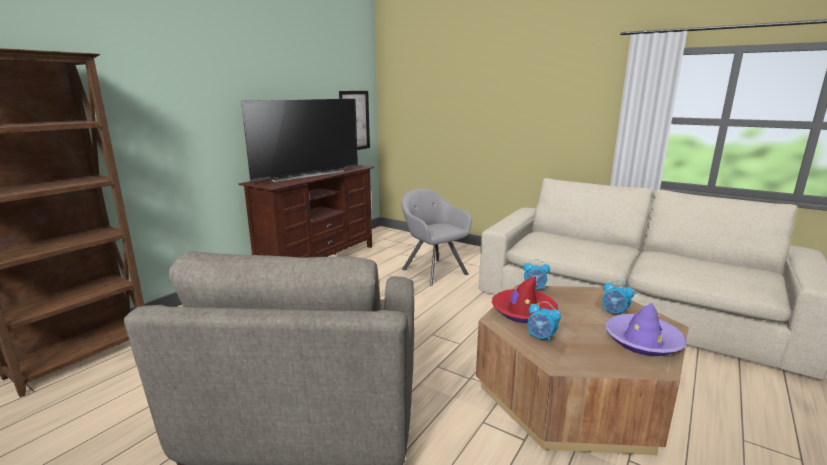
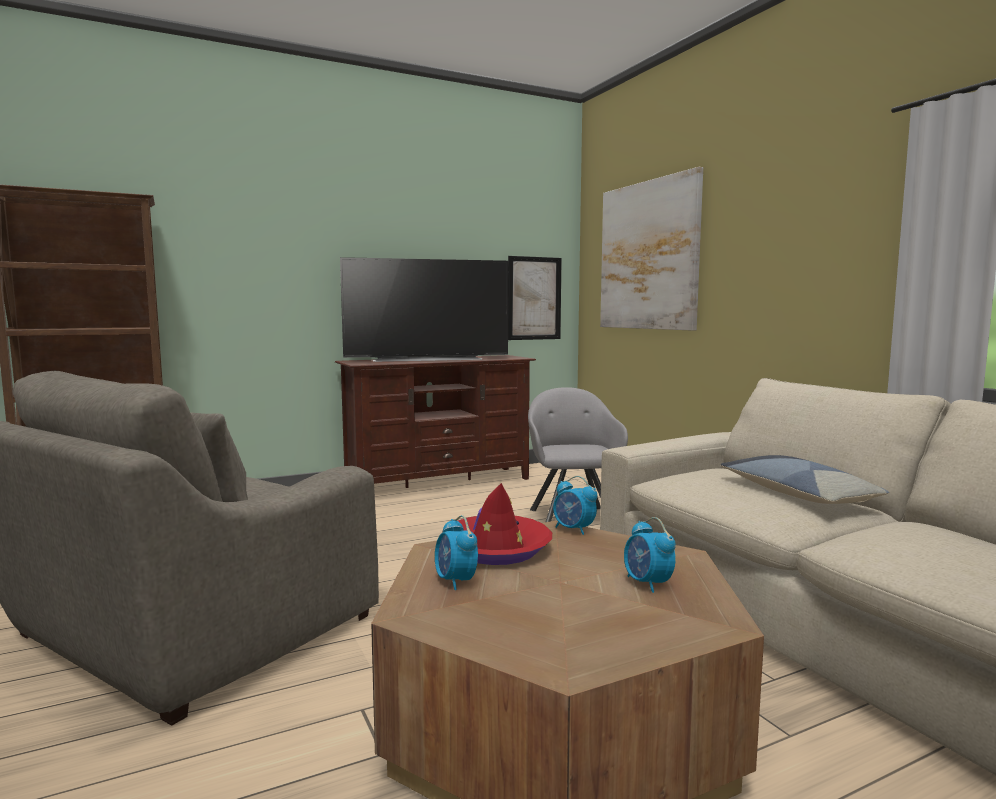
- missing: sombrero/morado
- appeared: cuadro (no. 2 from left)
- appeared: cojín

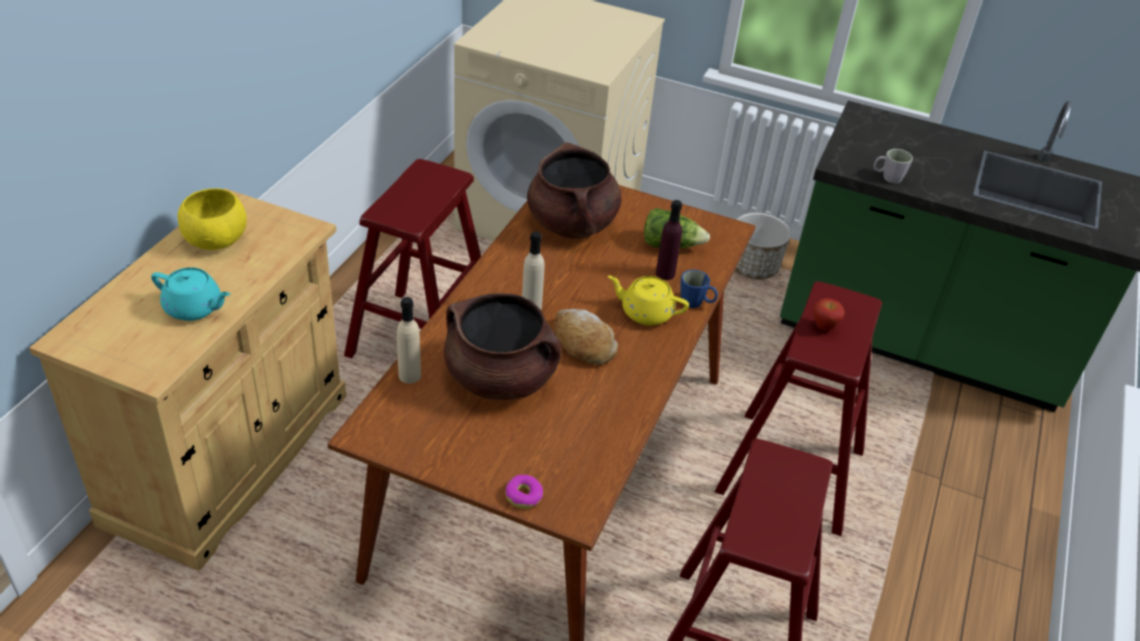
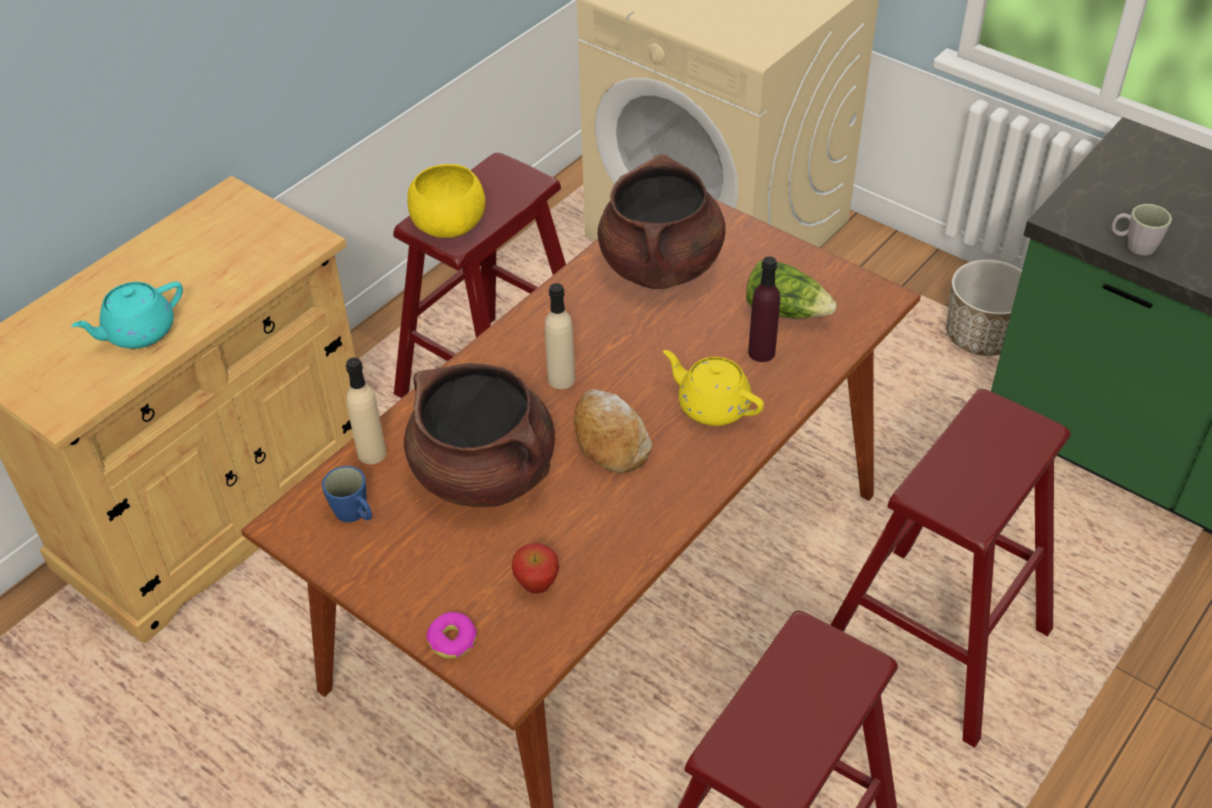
- spun: tetera/turquesa 105 degrees clockwise
- relocated: cuenco/amarillo
- relocated: taza grande/azul
- relocated: manzana

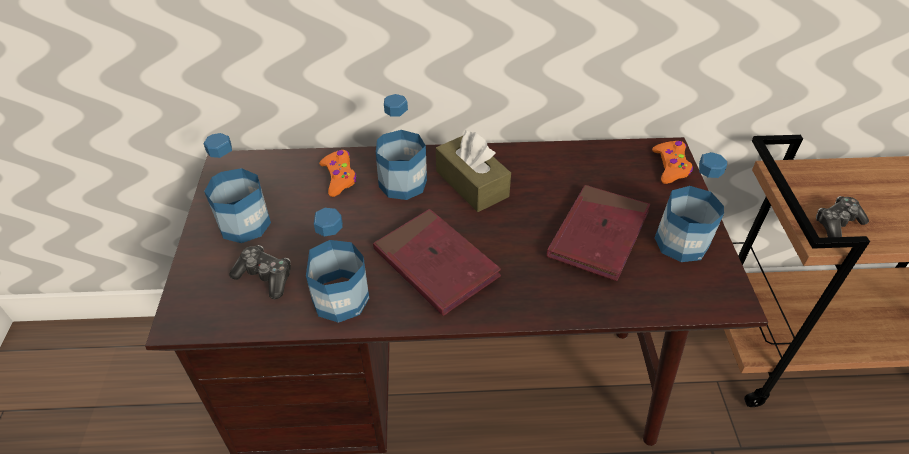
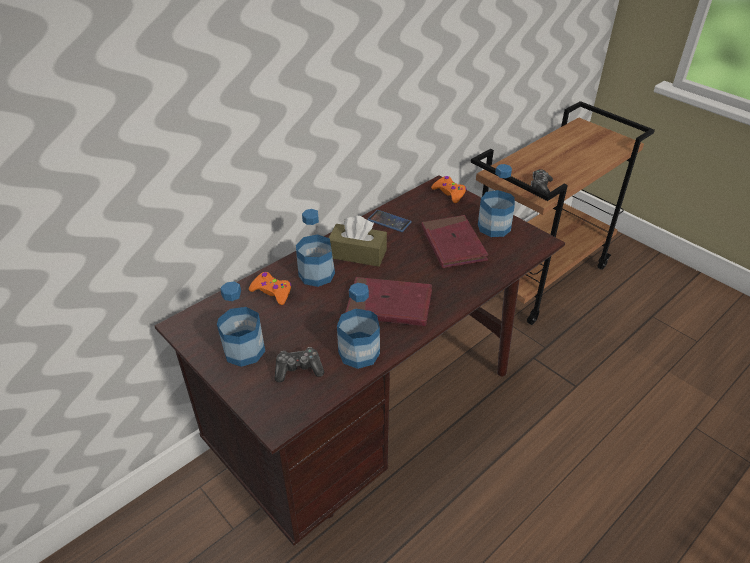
- appeared: móvil

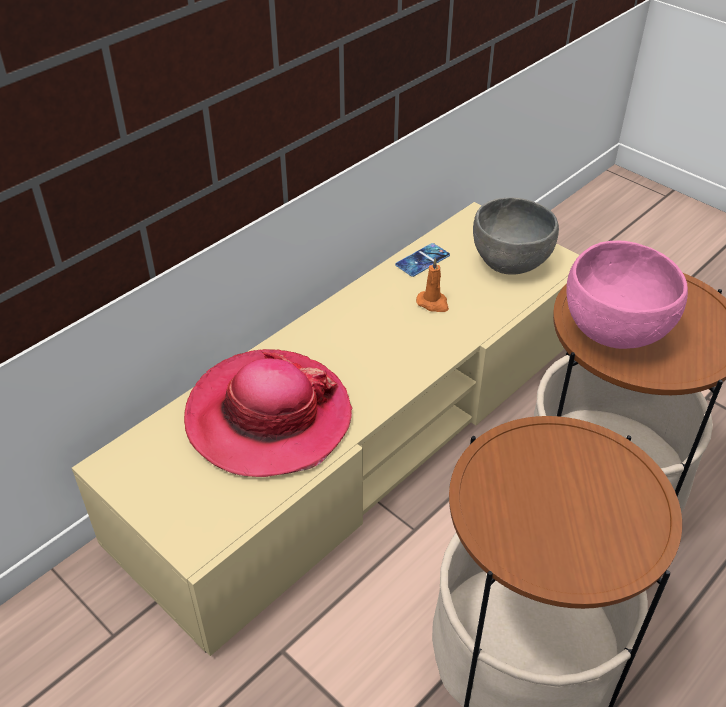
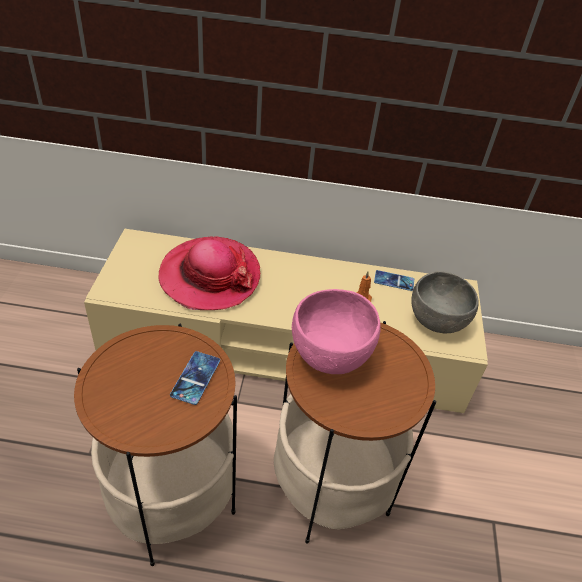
- appeared: móvil (no. 1 from left)

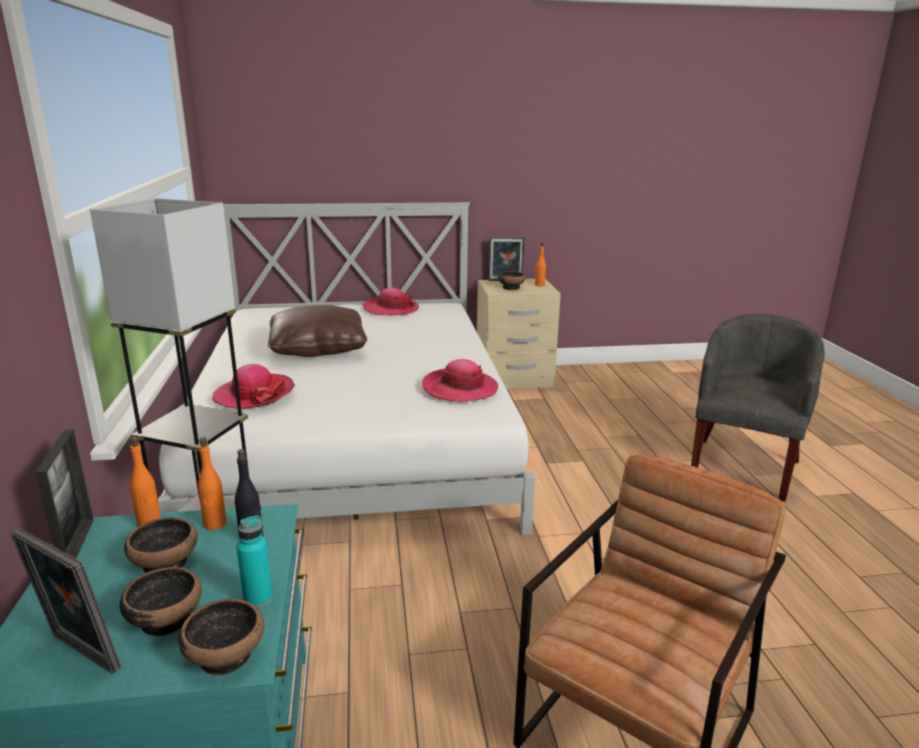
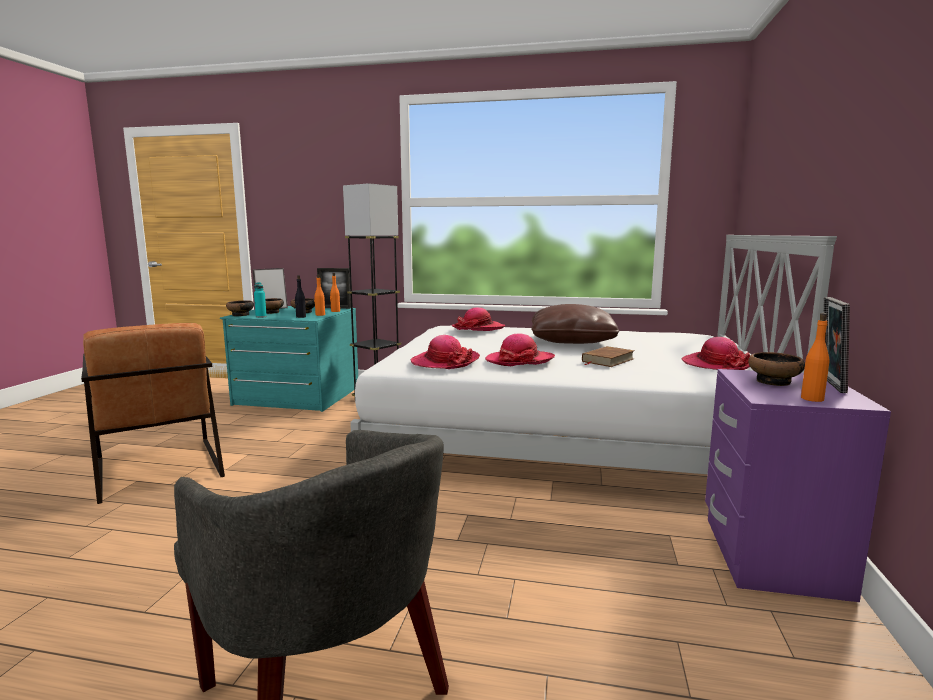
- colour: mesita de noche/beis to mesita de noche/morado
- appeared: sombrero (no. 3 from left)
- appeared: libro/marrón

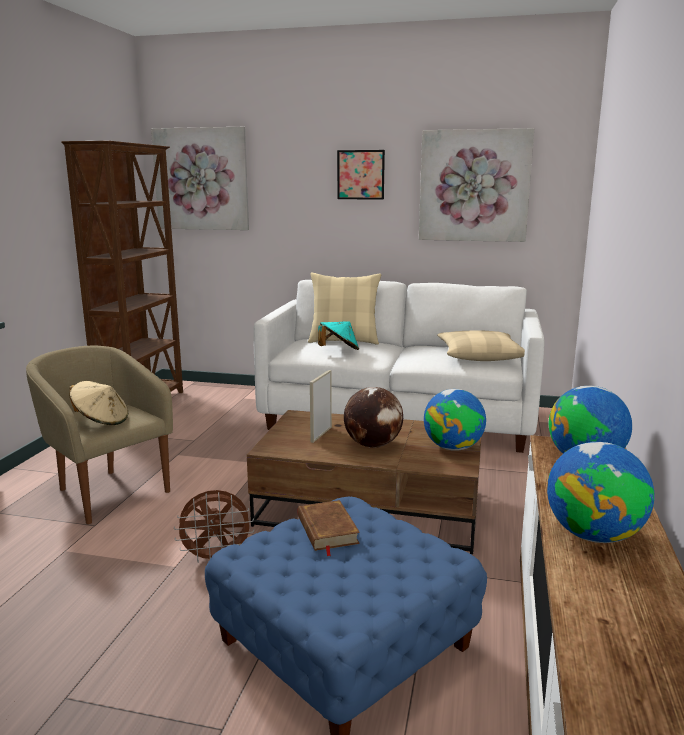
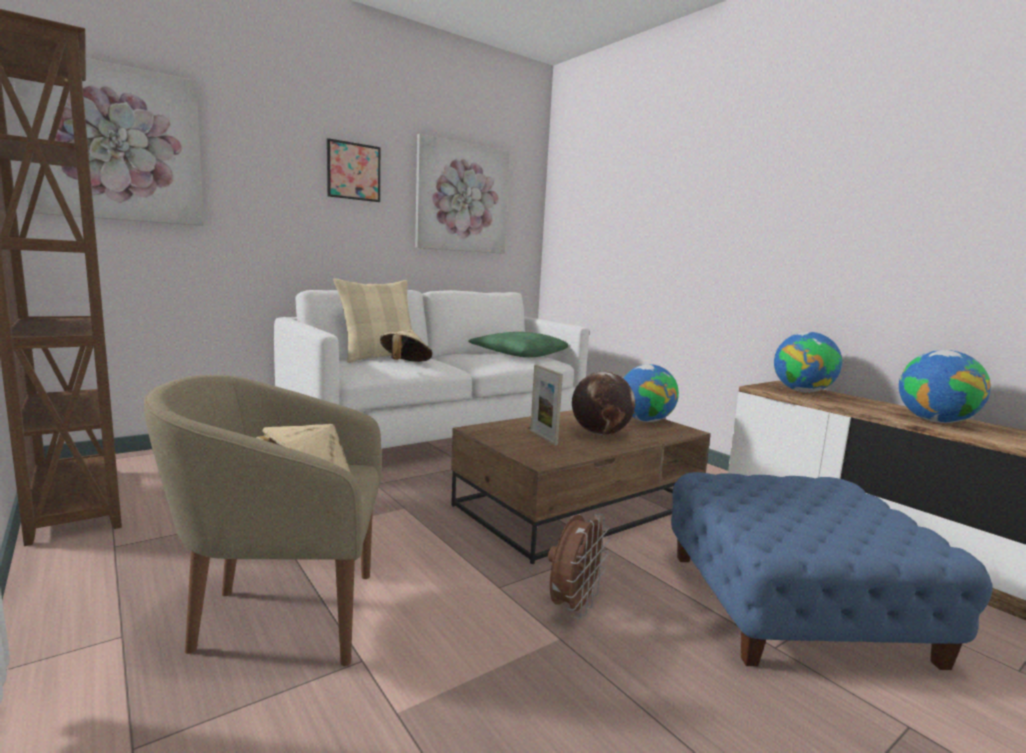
- missing: libro/marrón
- colour: sombrero/turquesa to sombrero/beis (no. 2 from left)
- colour: cojín/beis (no. 2 from left) to cojín/verde

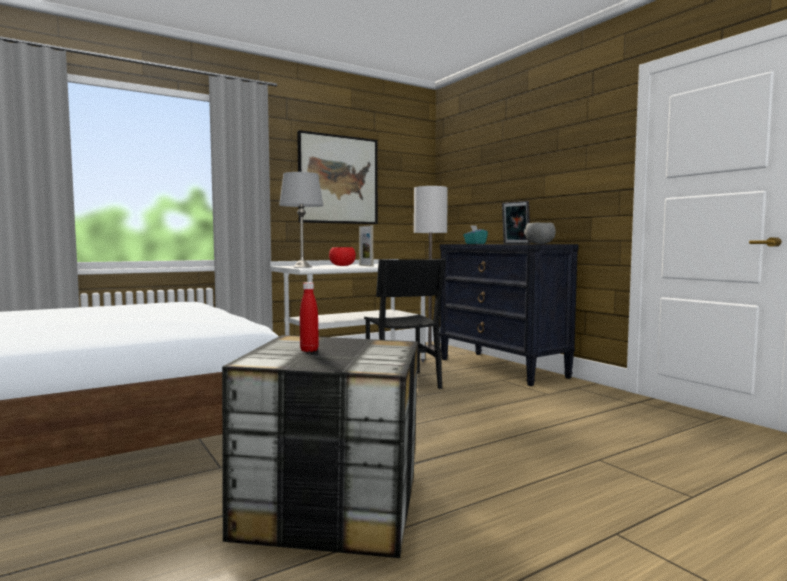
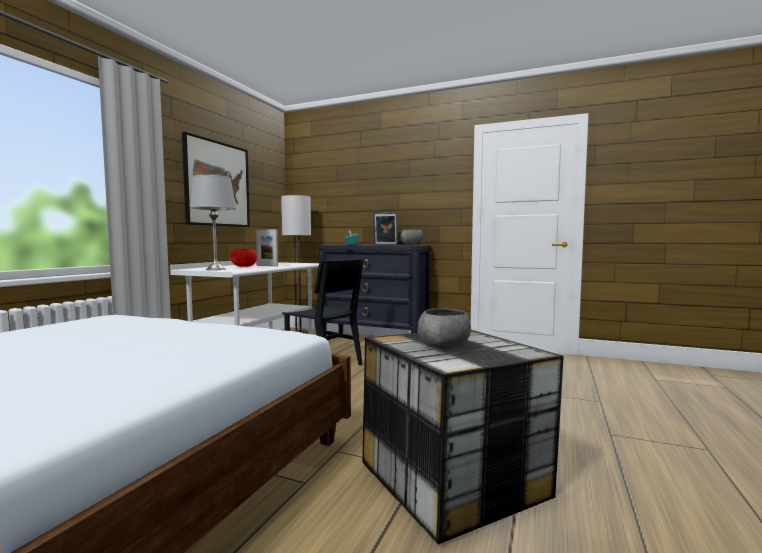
- exchanged: botella/rojo to cuenco/gris (no. 2 from left)

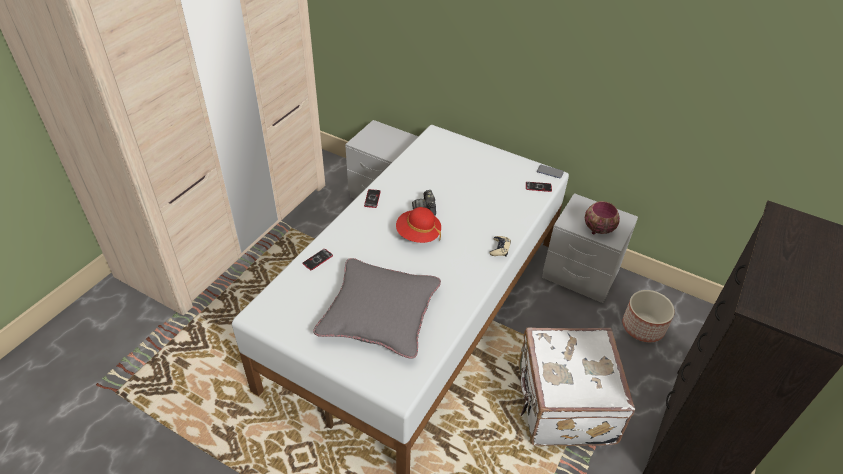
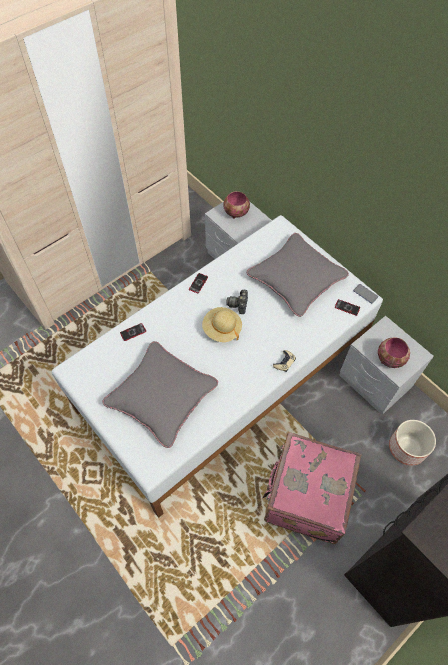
- colour: sombrero/rojo to sombrero/beis
- colour: maleta/blanco to maleta/rosa
- appeared: cuenco (no. 1 from left)
- appeared: cojín/gris (no. 2 from left)

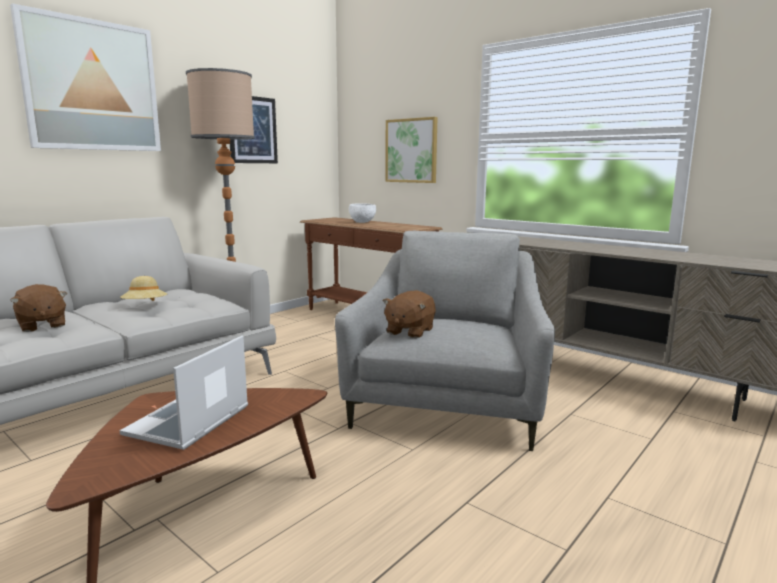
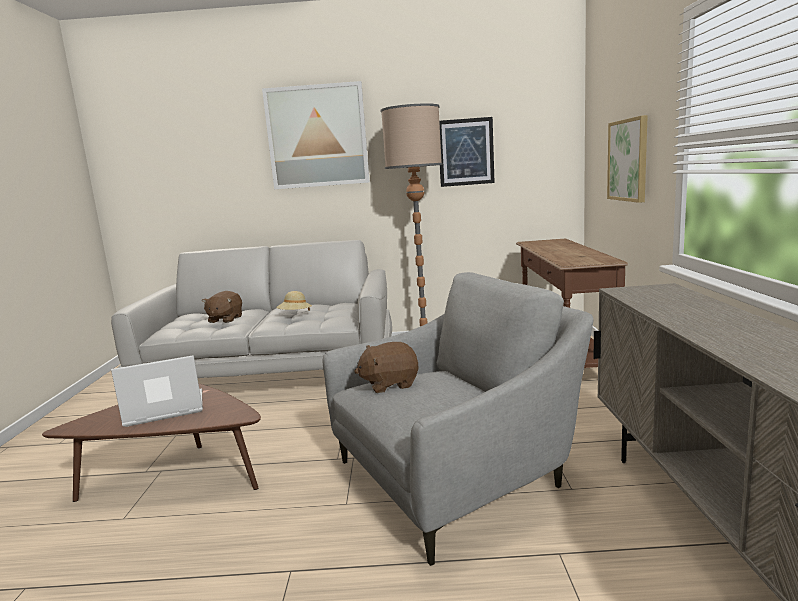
- missing: cuenco/blanco

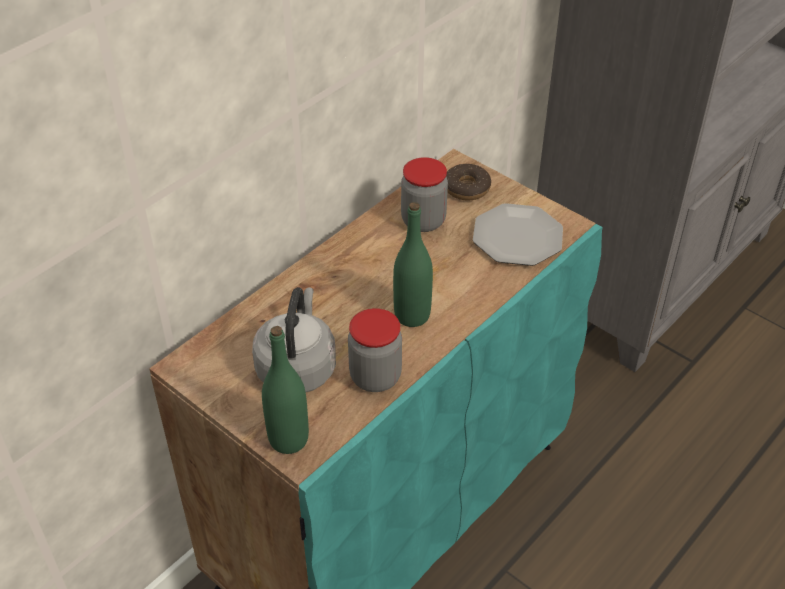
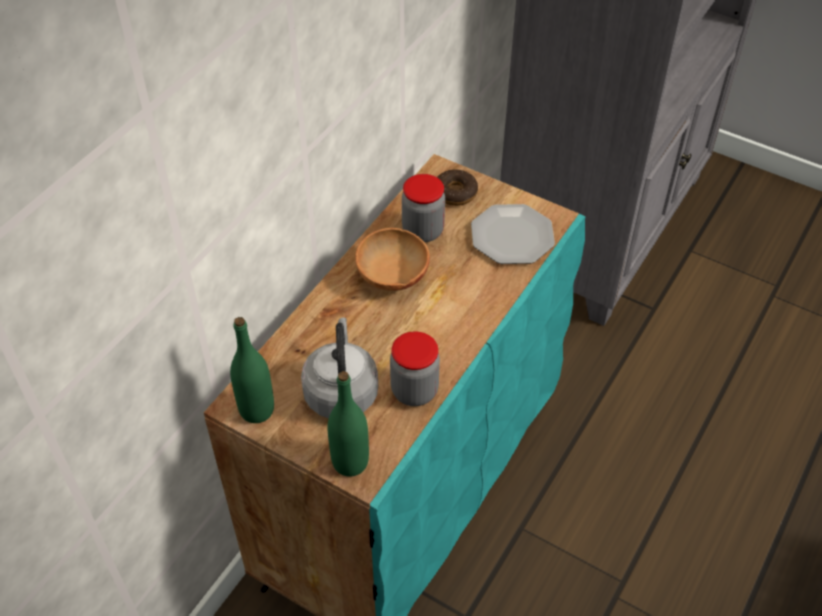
- relocated: botella/verde (no. 2 from left in the first image) to botella/verde (no. 1 from left)
- appeared: cuenco/marrón

